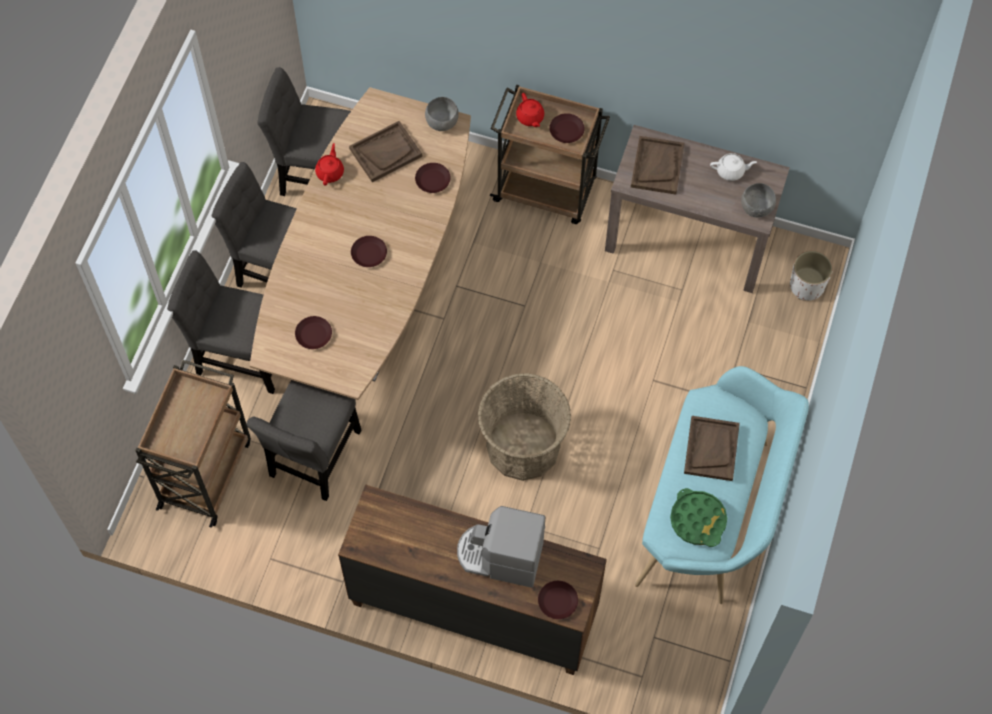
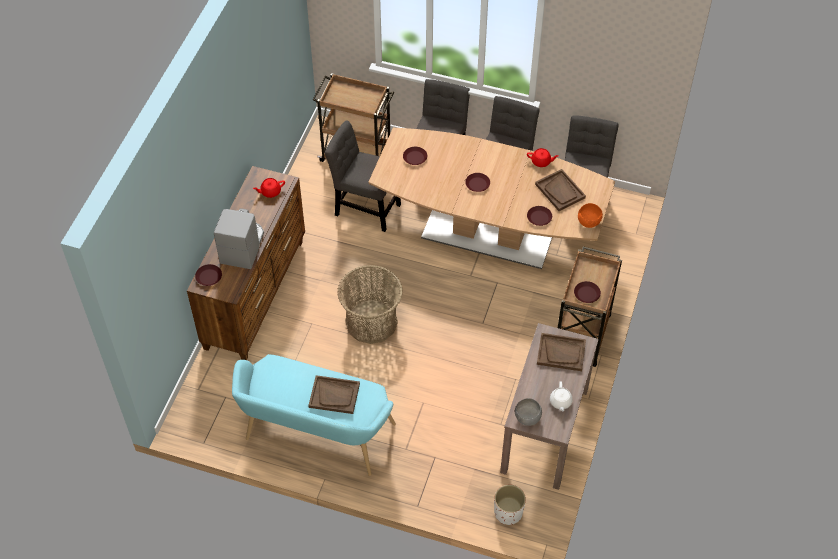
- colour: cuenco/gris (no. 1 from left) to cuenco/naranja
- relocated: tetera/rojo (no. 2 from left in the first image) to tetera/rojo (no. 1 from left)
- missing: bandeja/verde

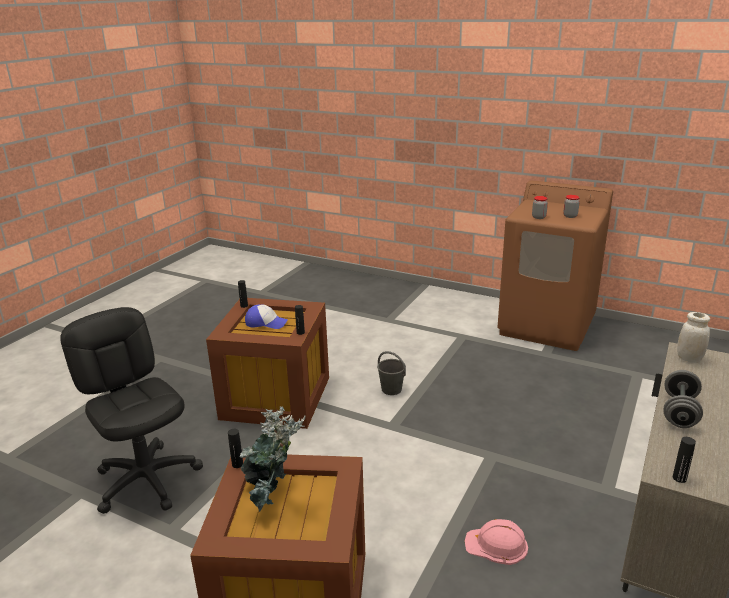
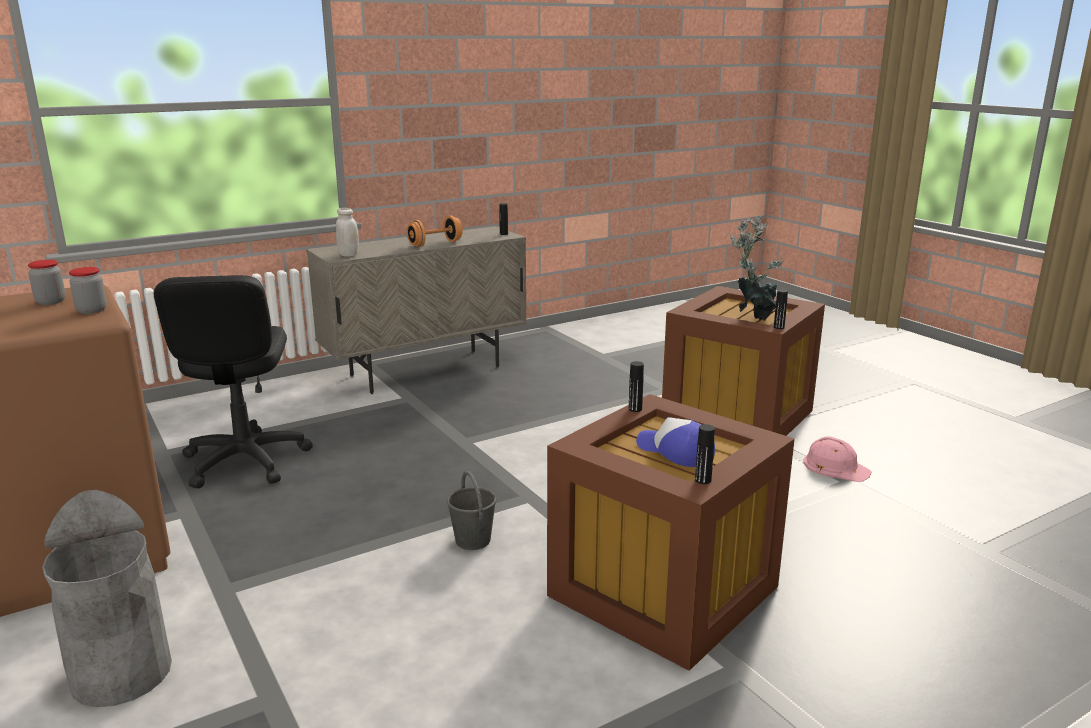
- relocated: silla de oficina/negro
- relocated: casco/rosa
- colour: mancuerna/gris to mancuerna/naranja
- appeared: papelera/gris

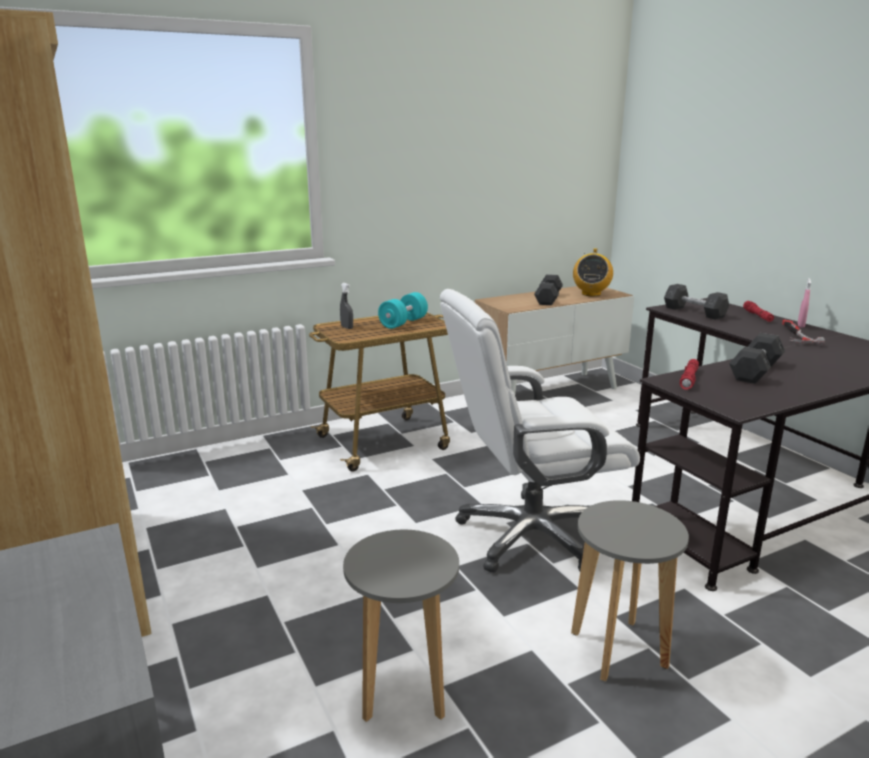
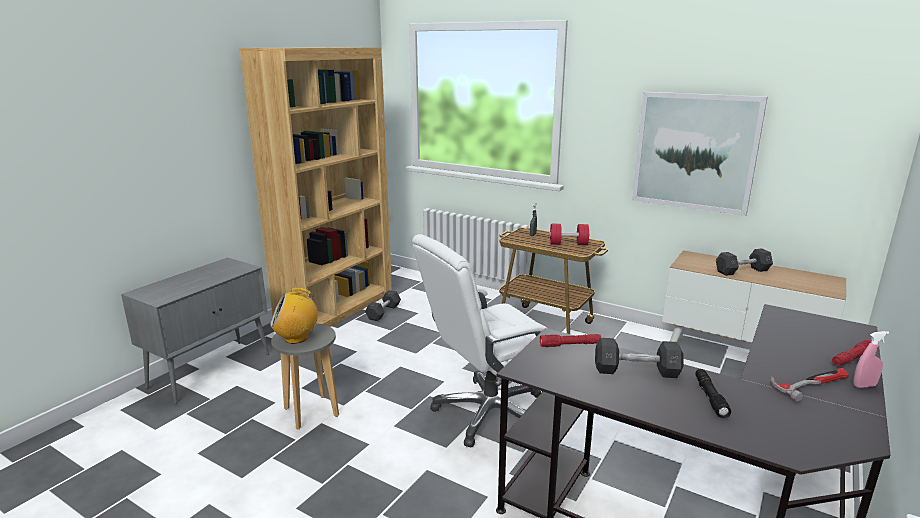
- colour: mancuerna/turquesa to mancuerna/rojo
- spun: silla de oficina/blanco 75 degrees counterclockwise
- missing: taburete/gris (no. 2 from left)
- relocated: radio
- relocated: mancuerna/gris (no. 2 from left in the first image) to mancuerna/gris (no. 1 from left)
- appeared: cuadro
- appeared: linterna/negro

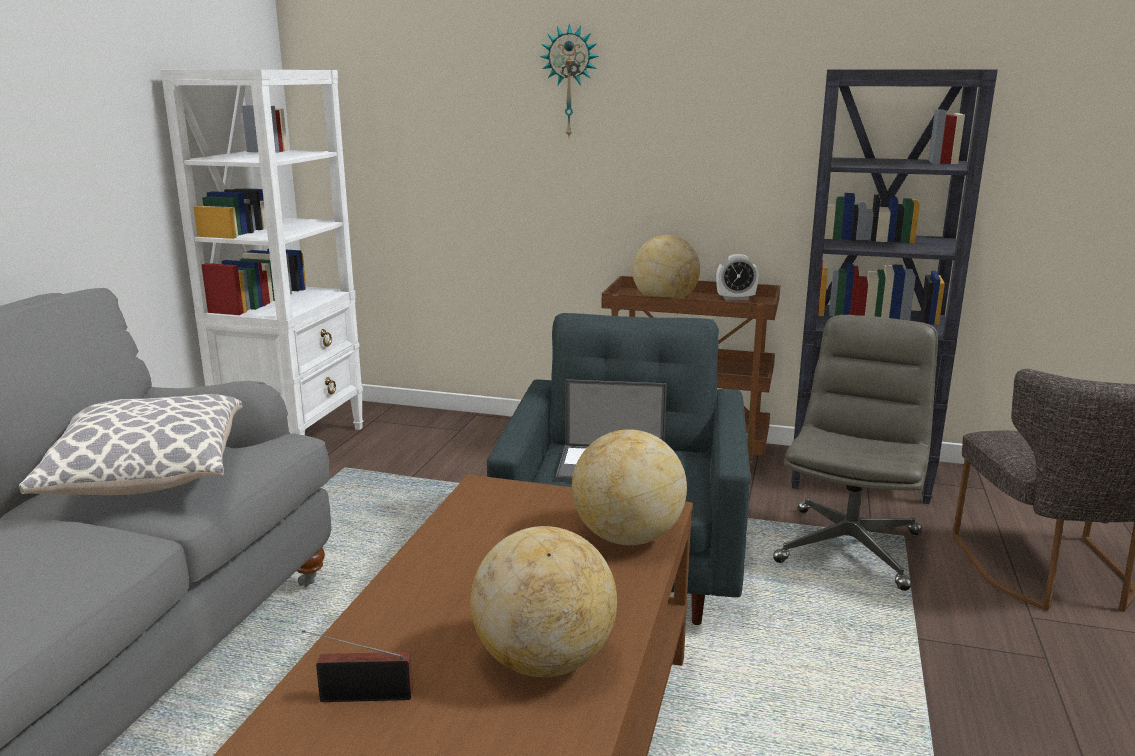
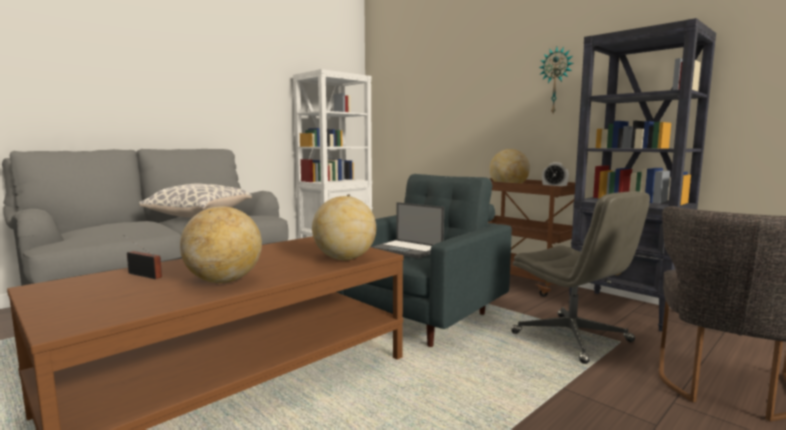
- relocated: reloj de pared
- spun: silla de oficina/gris 90 degrees clockwise

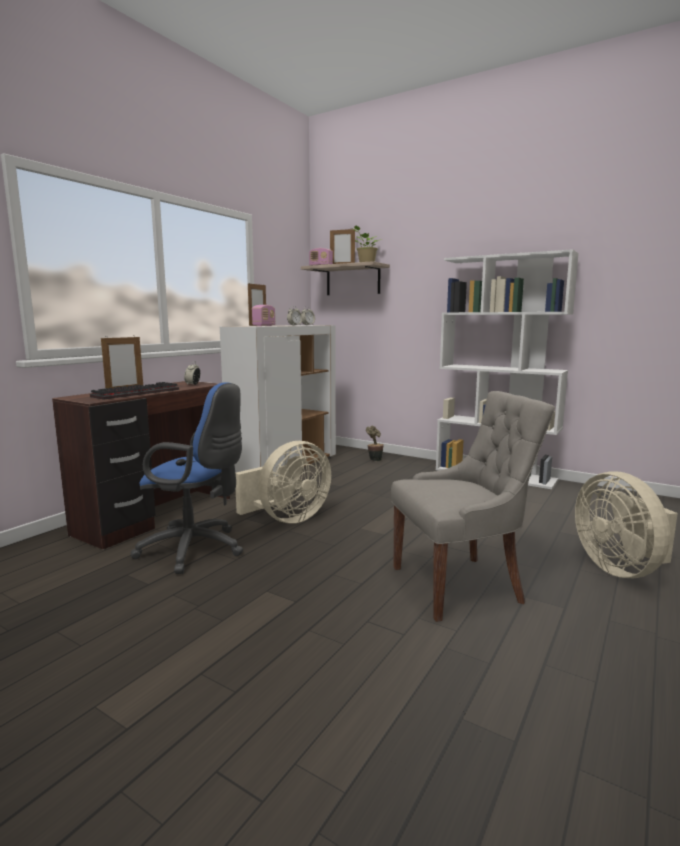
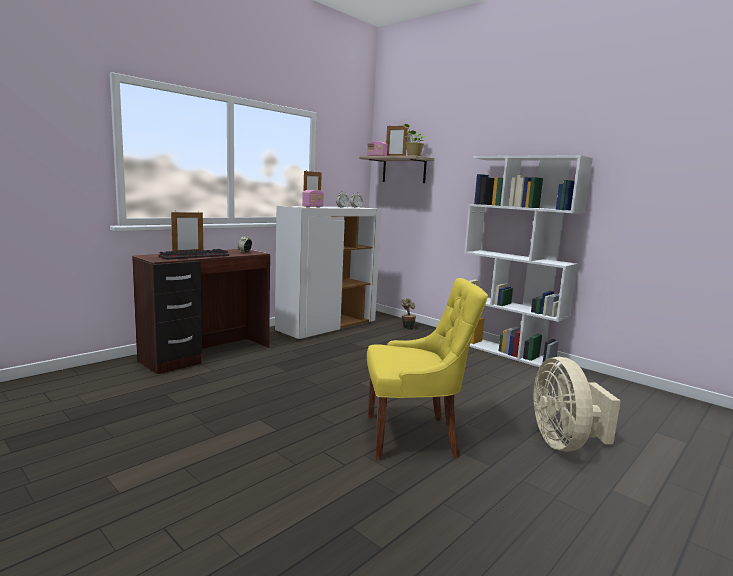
- missing: silla de oficina/azul
- missing: ventilador/beis (no. 1 from left)
- colour: silla/gris to silla/amarillo

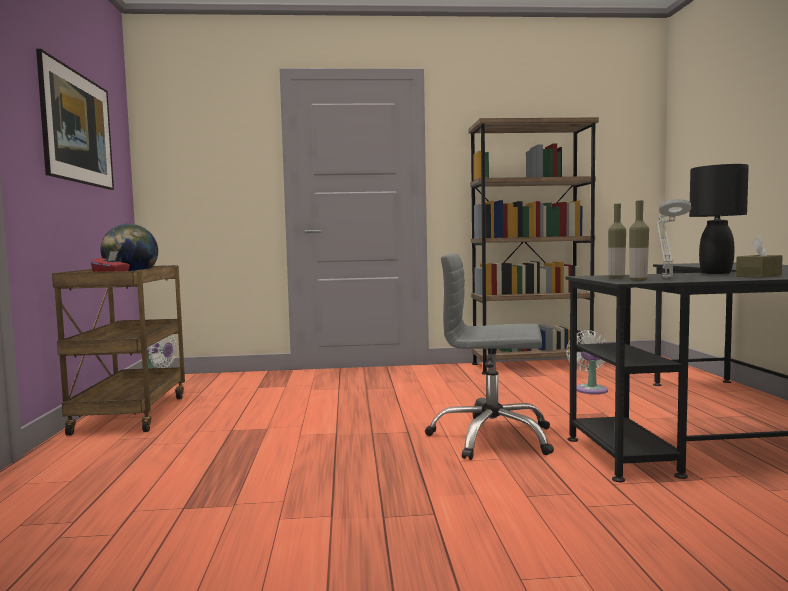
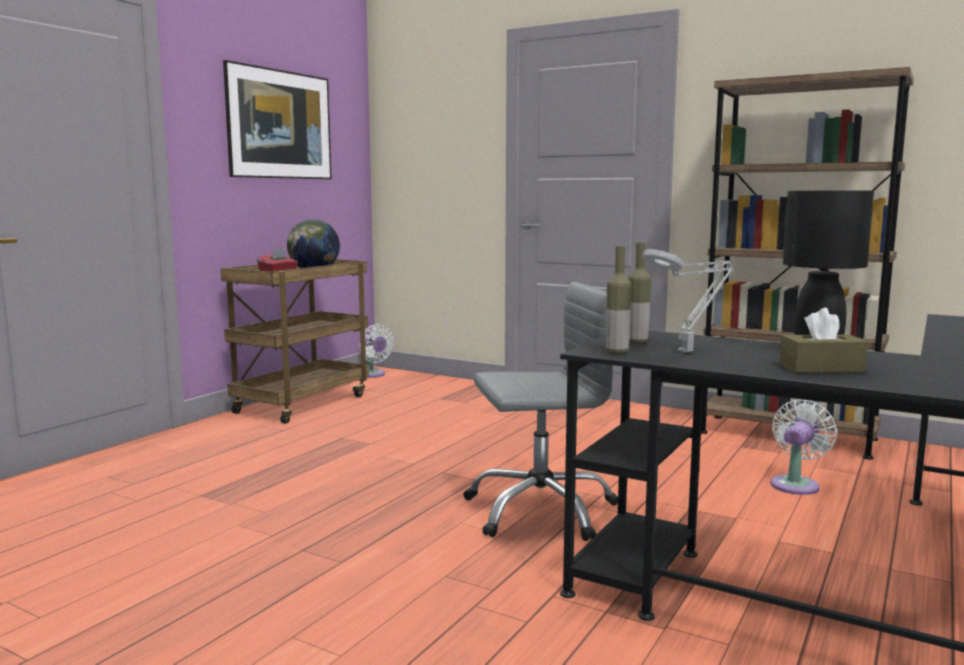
- spun: silla de oficina/gris 120 degrees clockwise

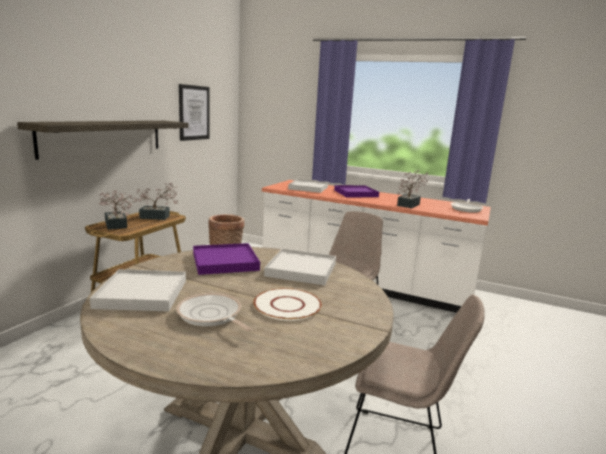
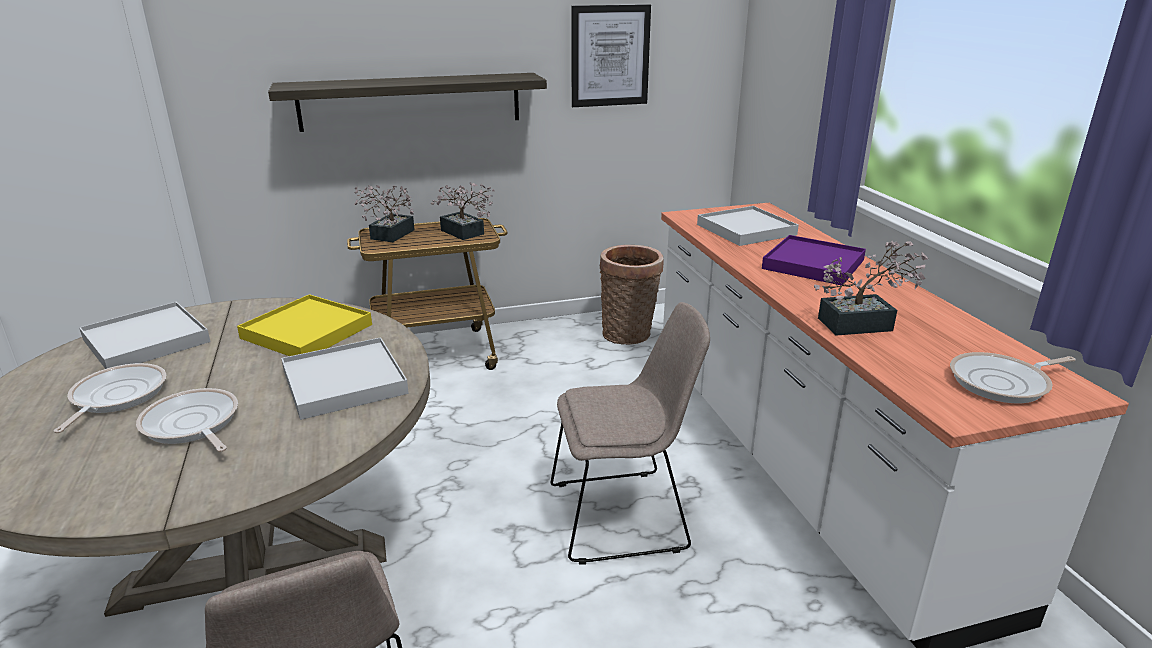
- colour: bandeja/morado (no. 1 from left) to bandeja/amarillo
- exchanged: plato/blanco to sartén (no. 2 from left)

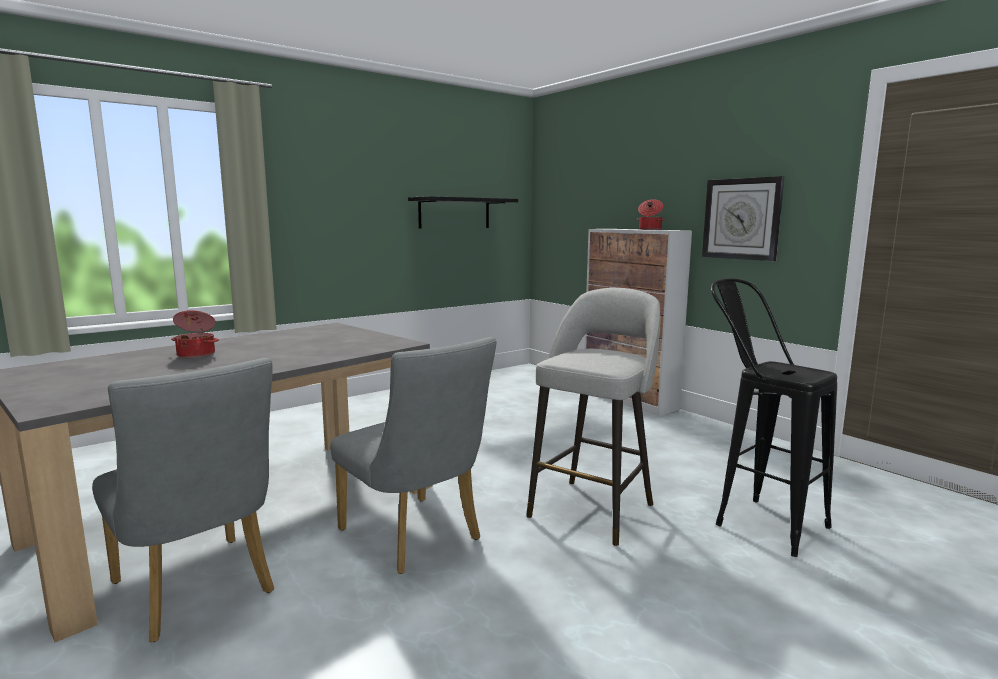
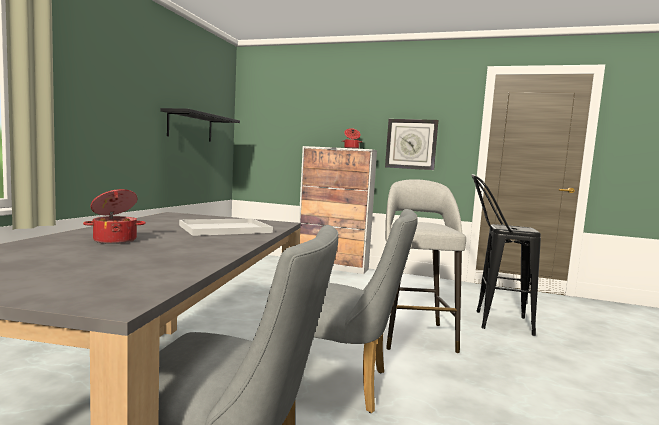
- appeared: bandeja/blanco

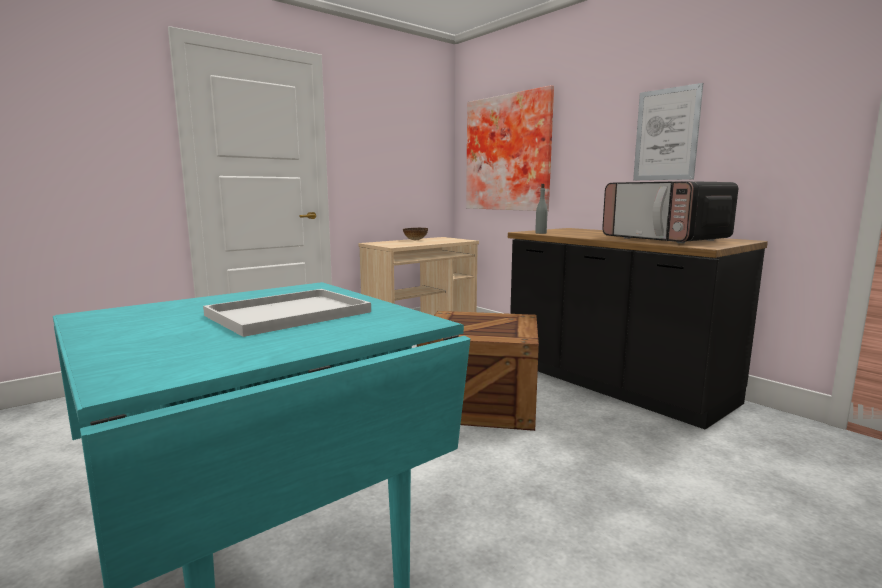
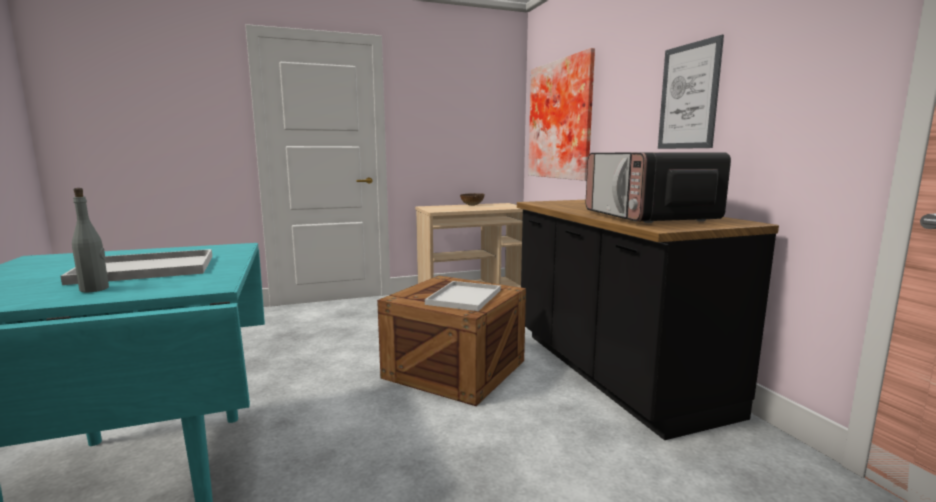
- relocated: botella/gris
- appeared: bandeja/blanco (no. 2 from left)

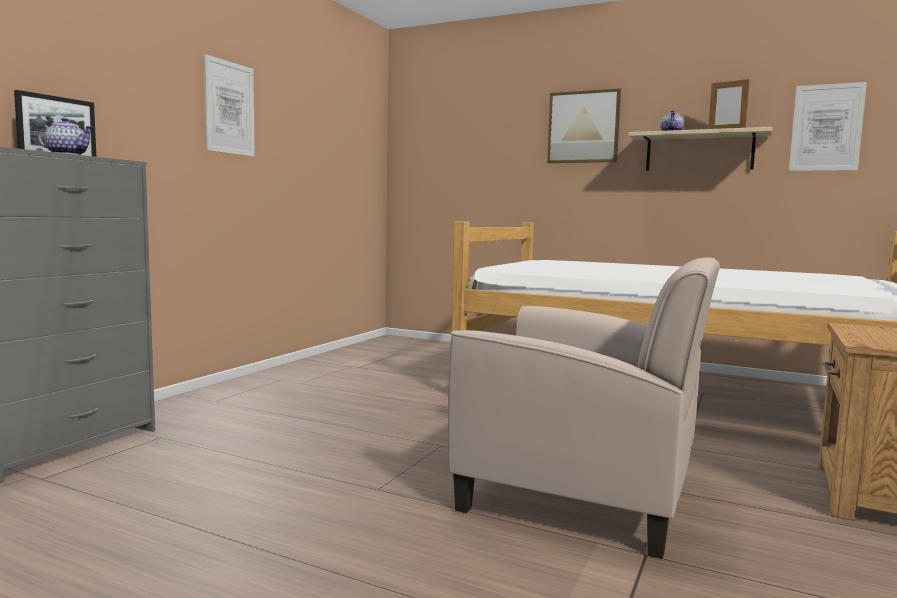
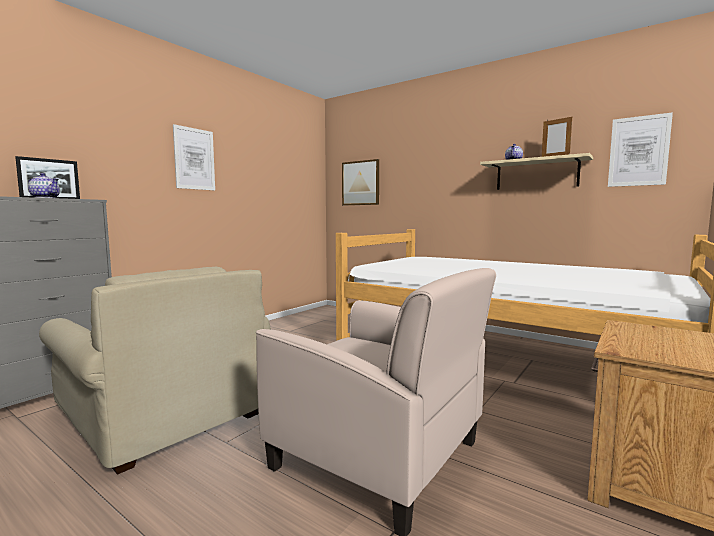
- relocated: cuadro (no. 2 from left)
- appeared: sillón/beis (no. 1 from left)

